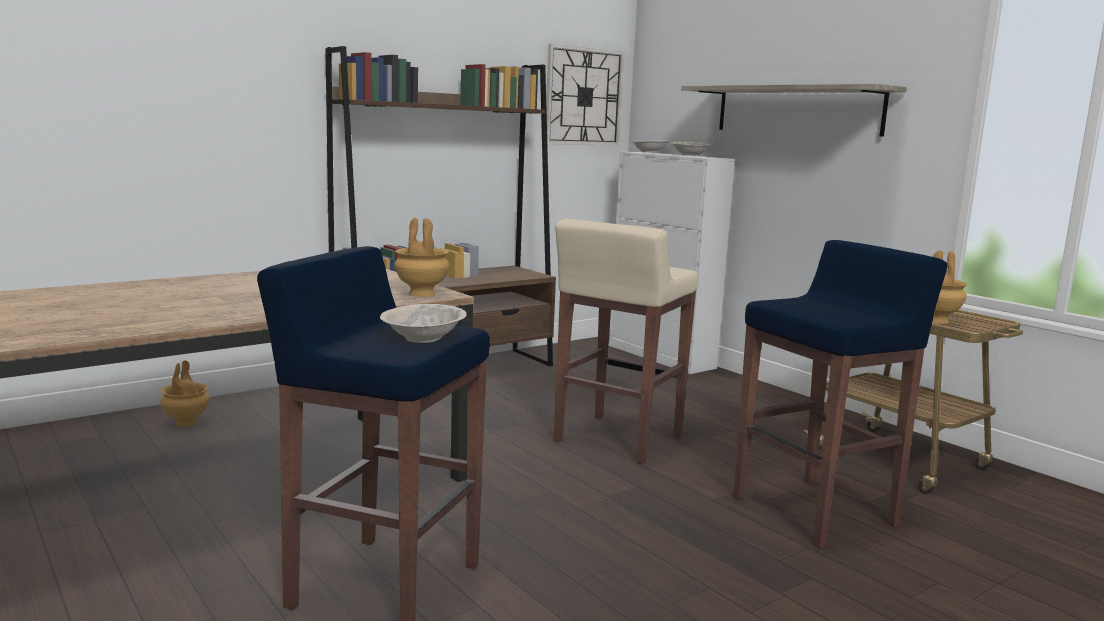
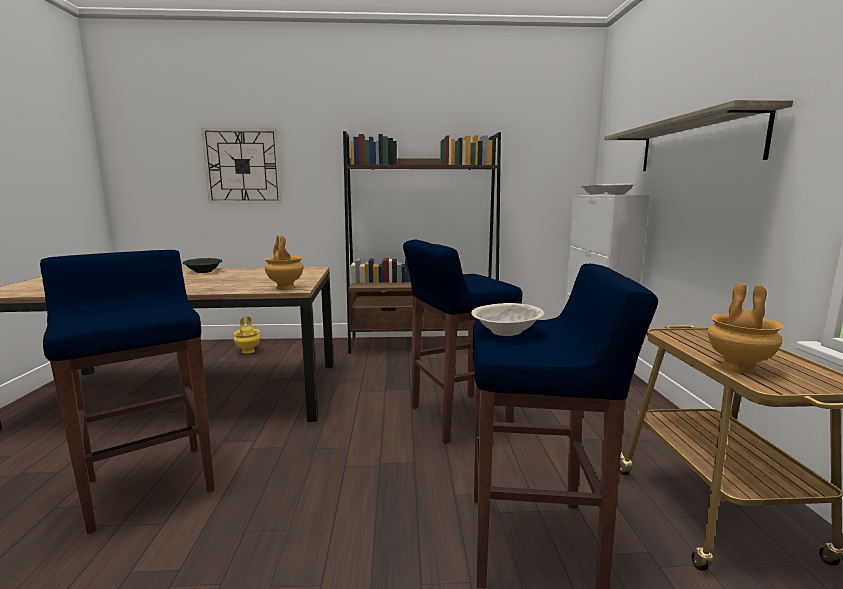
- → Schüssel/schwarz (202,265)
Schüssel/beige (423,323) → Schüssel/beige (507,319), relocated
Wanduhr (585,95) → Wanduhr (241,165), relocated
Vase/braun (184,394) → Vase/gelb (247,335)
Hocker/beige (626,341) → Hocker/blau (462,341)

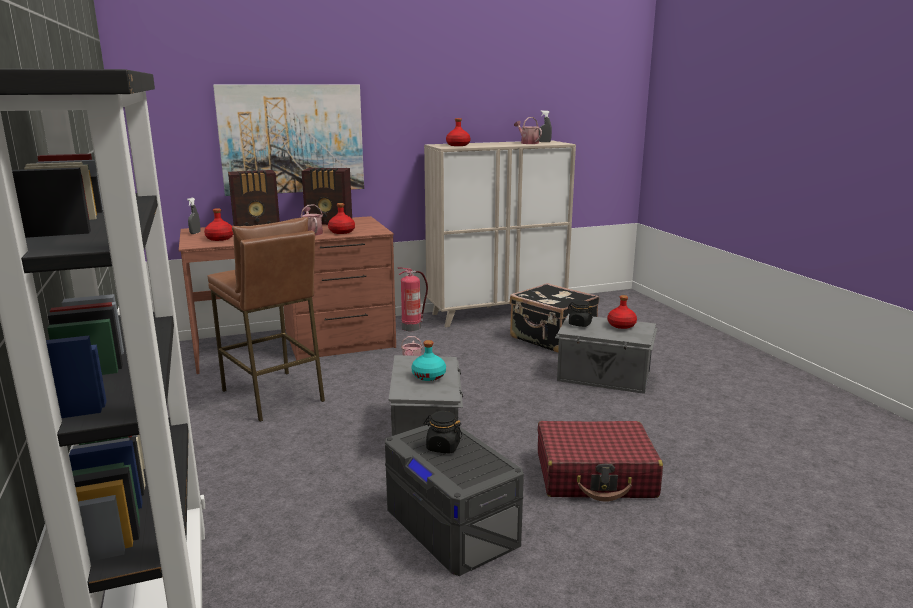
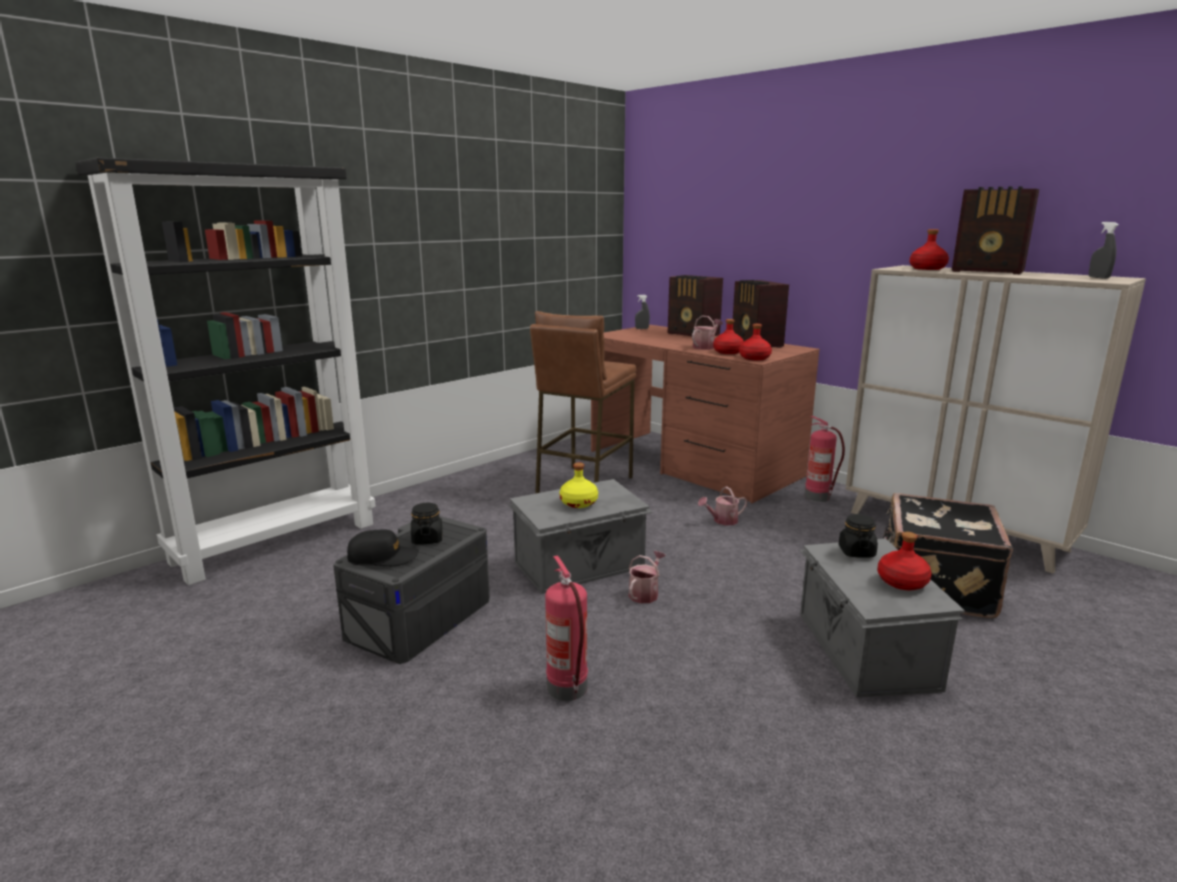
Bild (288,140) → -
- → Kappe/schwarz (383,548)
- → Radio (995,230)
Flasche/rot (218,224) → Flasche/rot (755,342), relocated
Gießkanne (528,130) → Gießkanne (647,577), relocated
Koffer/rot (600,461) → Feuerlöscher (566,628)
Flasche/türkis (428,360) → Flasche/gelb (579,485)

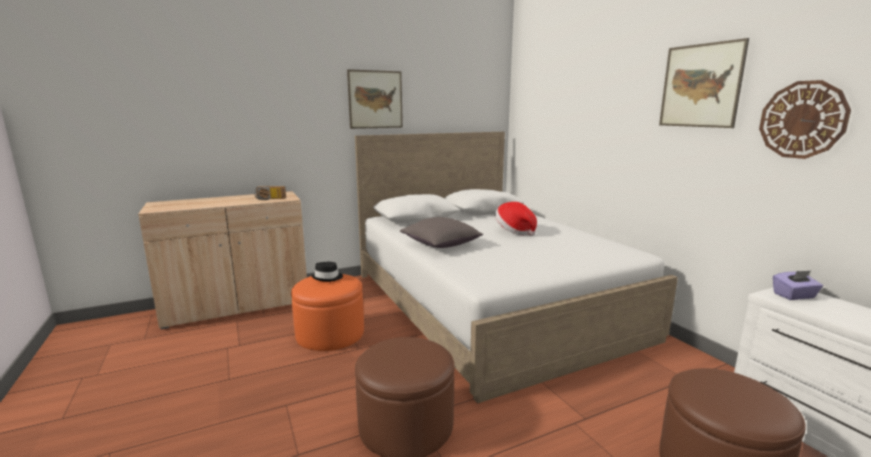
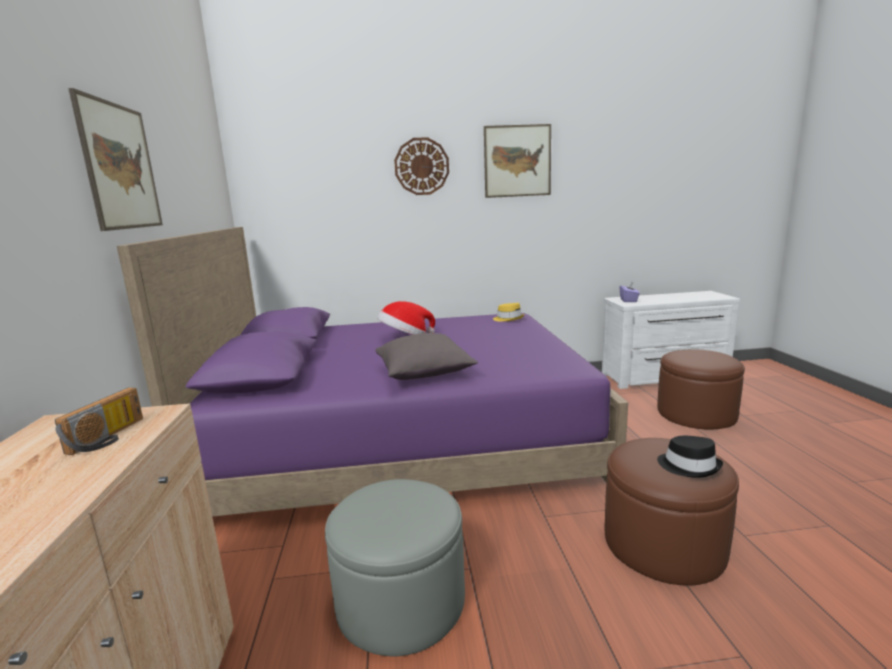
- → Hut/gelb (508,312)
Hut/schwarz (327,272) → Hut/schwarz (690,457), relocated
Wanduhr (805,119) → Wanduhr (421,166), relocated
Polsterhocker/orange (327,312) → Polsterhocker/grau (395,567)
Bett/weiß (516,267) → Bett/lila (372,372)

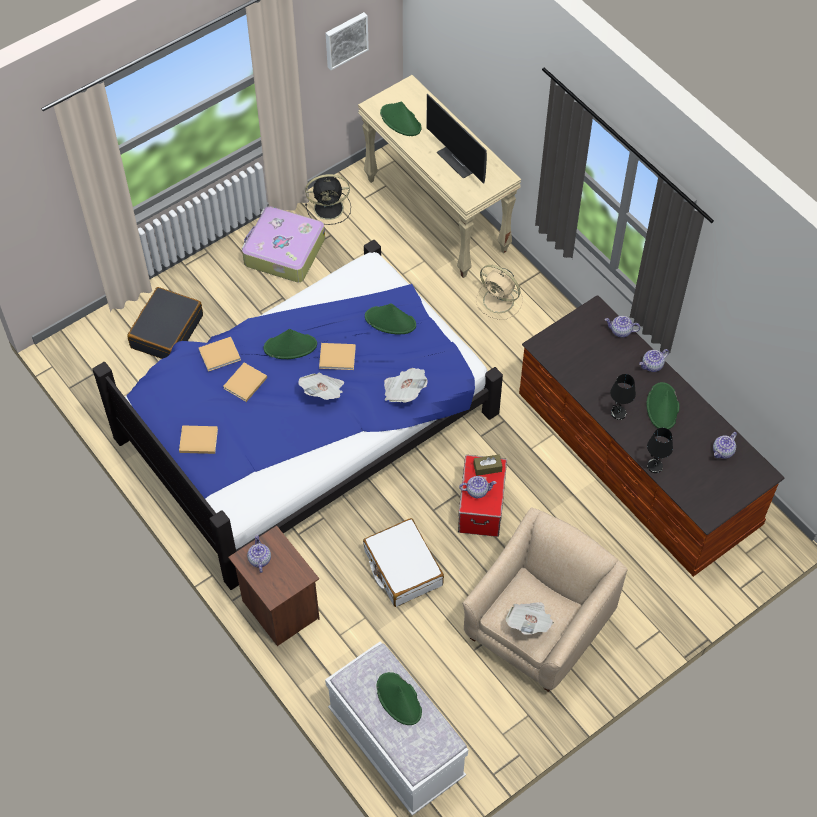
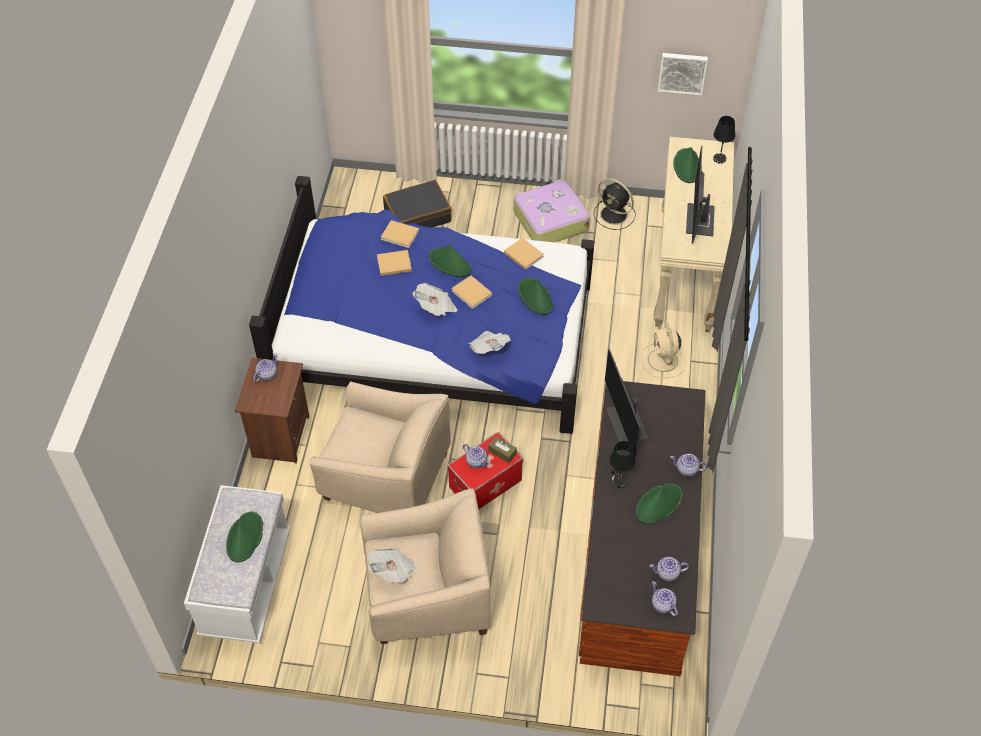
- → Monitor (626,403)
Buch/beige (198,439) → Buch/beige (524,254), relocated
Teekanne (622,327) → Teekanne (665,598), relocated
Tischlampe/schwarz (660,450) → Tischlampe/schwarz (724,140), relocated
Koffer/weiß (403,562) → Sessel/beige (380,447)

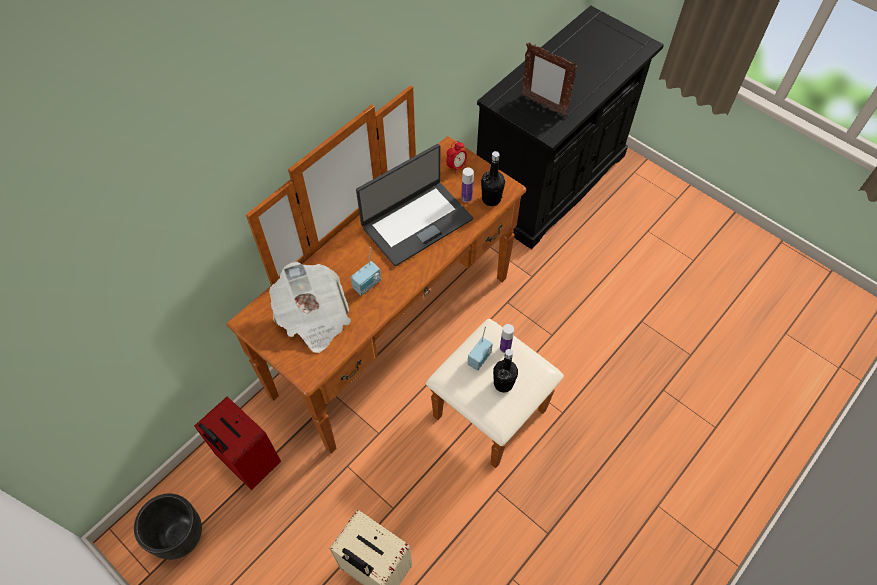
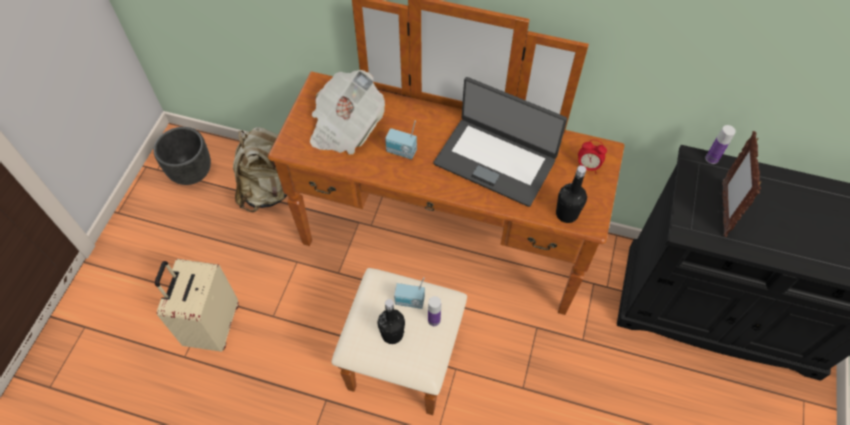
Flasche (467,185) → Flasche (720,144), relocated
Koffer/rot (237,443) → Rucksack/beige (260,169)

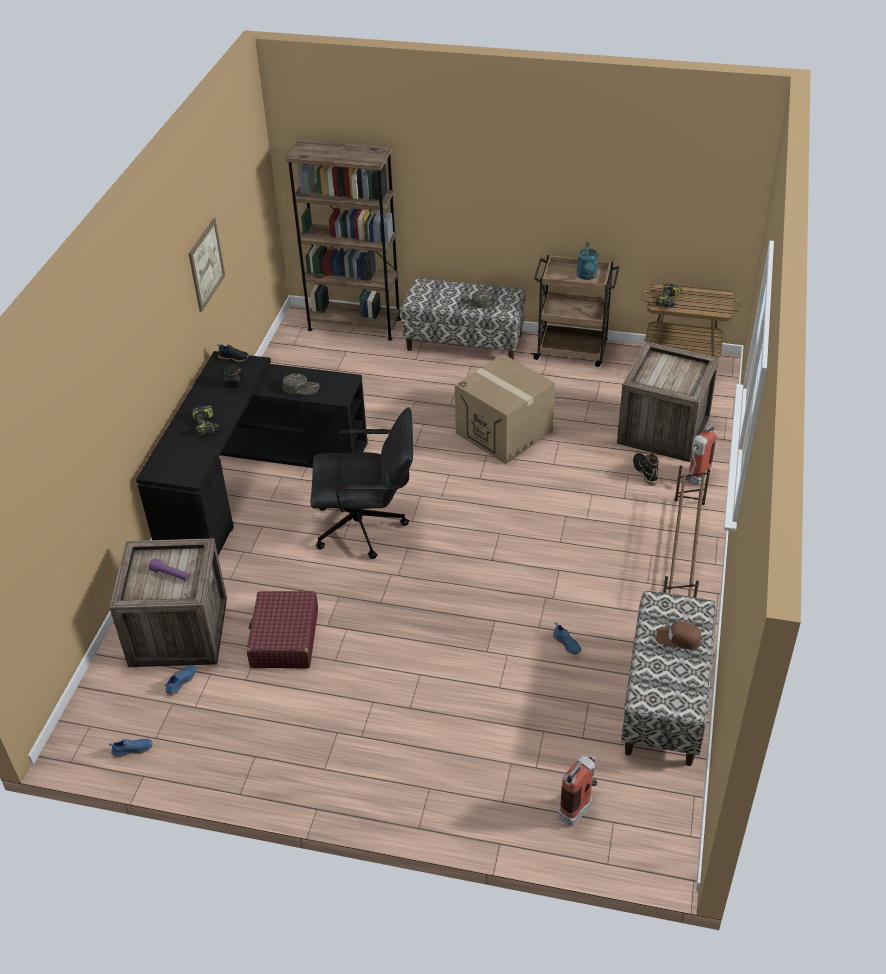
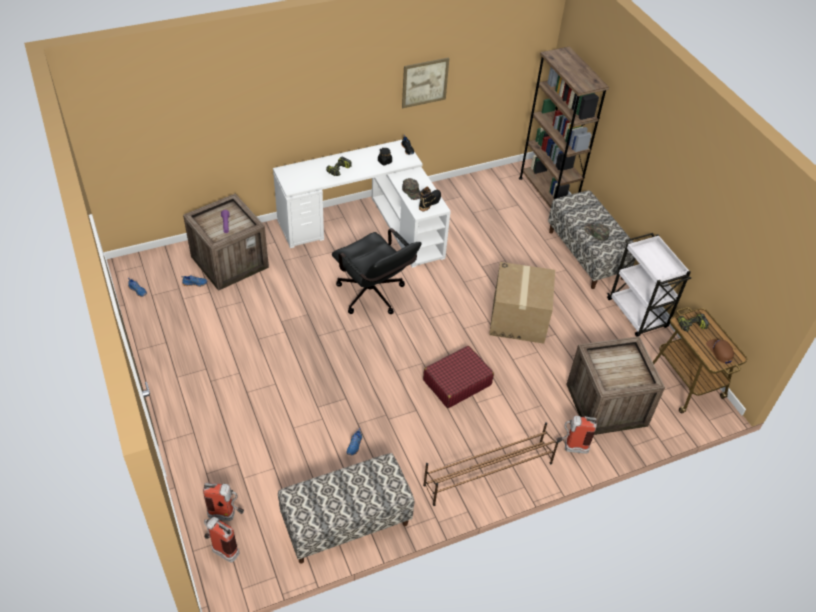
Gießkanne/türkis (587,261) → -
- → Feuerlöscher (222,540)
Koffer/rot (282,629) → Koffer/rot (458,377), relocated
Stiefel/schwarz (646,469) → Stiefel/schwarz (430,198), relocated
Kappe/braun (679,635) → Kappe/braun (720,351), relocated
Schreibtisch/schwarz (252,453) → Schreibtisch/weiß (362,204)
Rollwagen/braun (575,311) → Rollwagen/weiß (649,285)

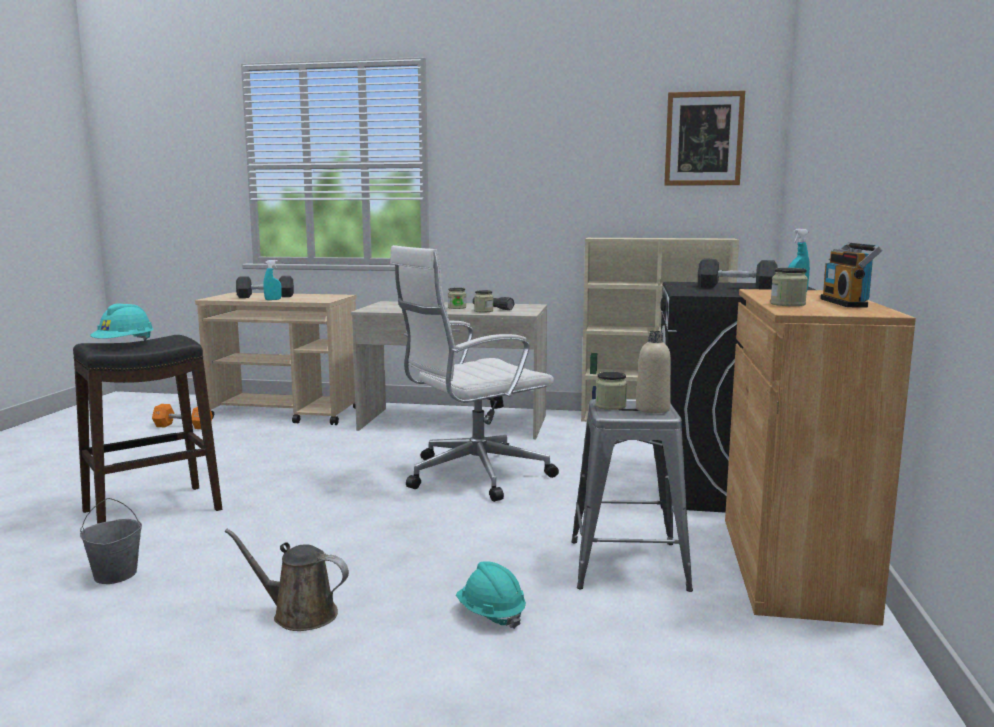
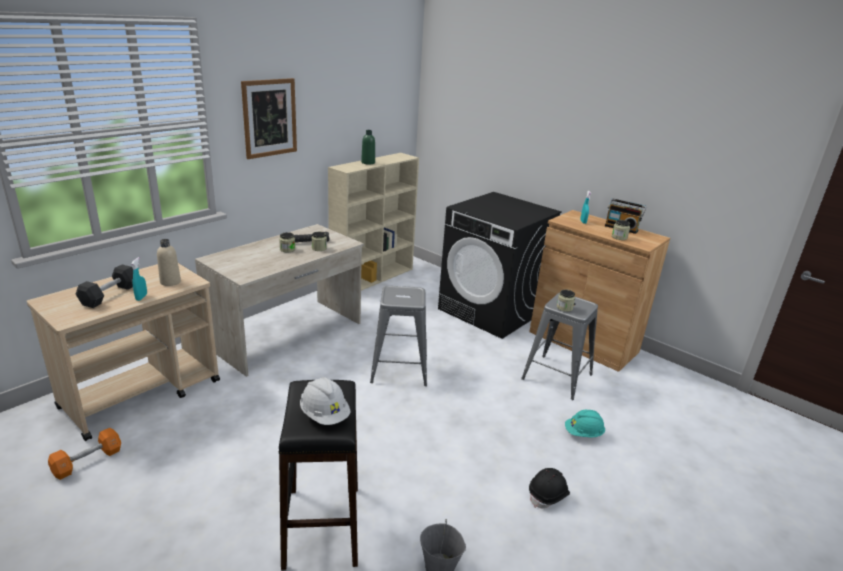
Hantel/schwarz (738,274) → -
- → Flasche/grün (368,147)
Flasche/beige (653,372) → Flasche/beige (169,262), relocated
Bild (704,138) → Bild (269,118), relocated
Gießkanne/braun (287,580) → Schutzhelm/schwarz (549,488)
Bürostuhl/weiß (474,373) → Hocker/grau (398,336)
Schutzhelm/türkis (122,322) → Schutzhelm/weiß (325,401)

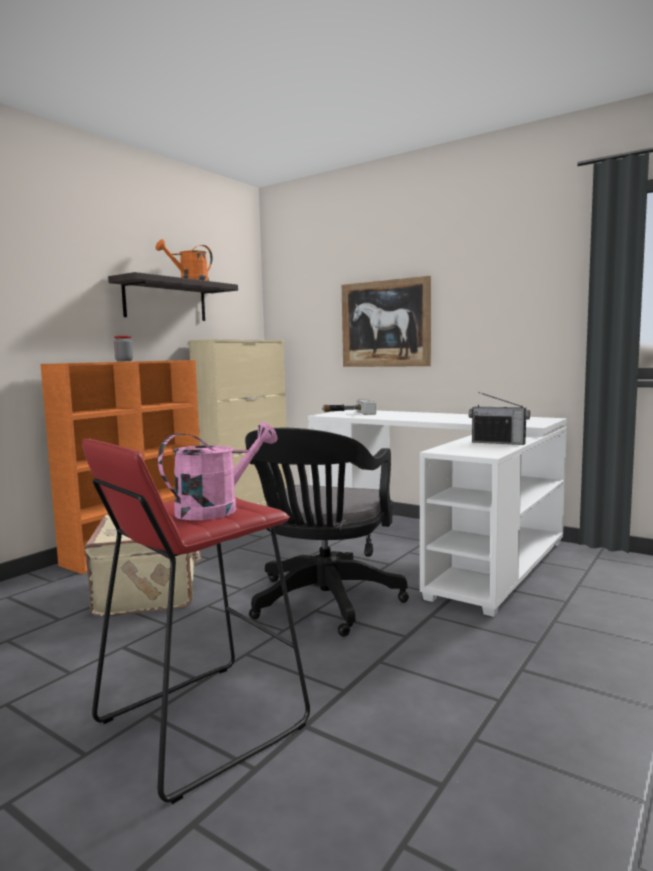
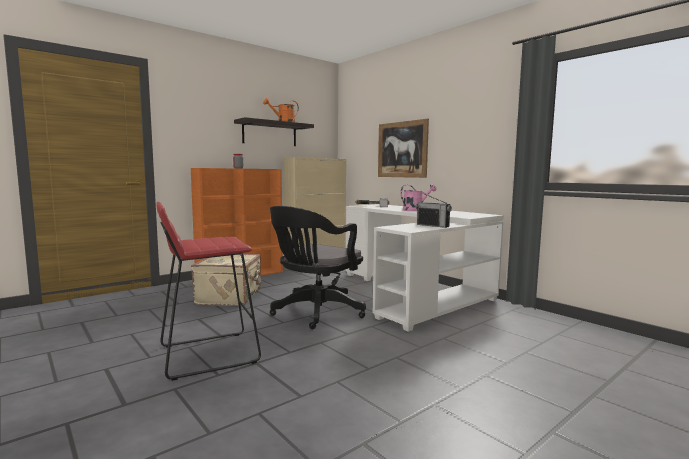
Gießkanne/rosa (218,471) → Gießkanne/rosa (418,197), relocated

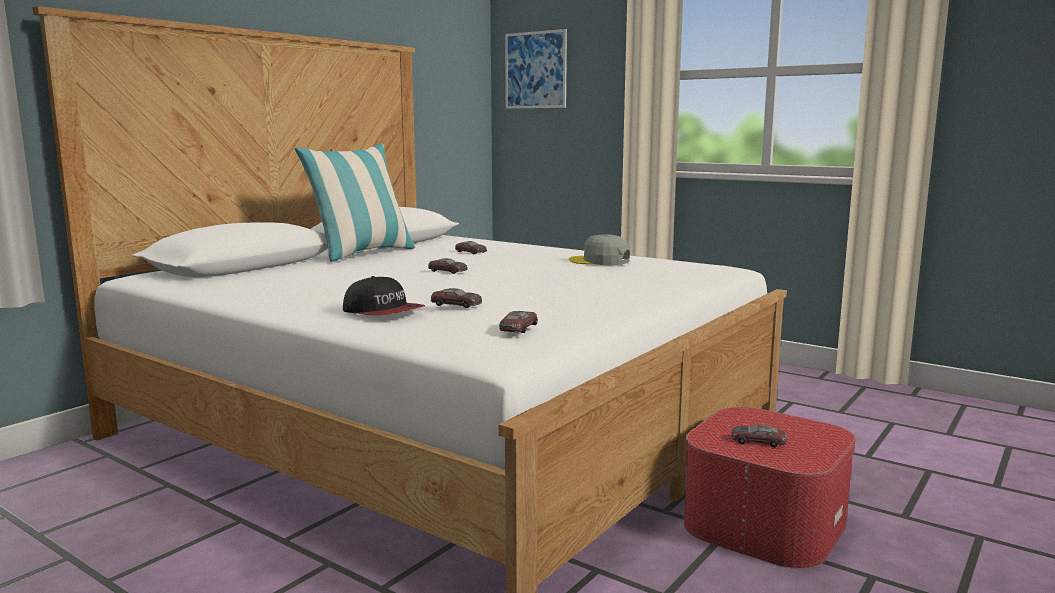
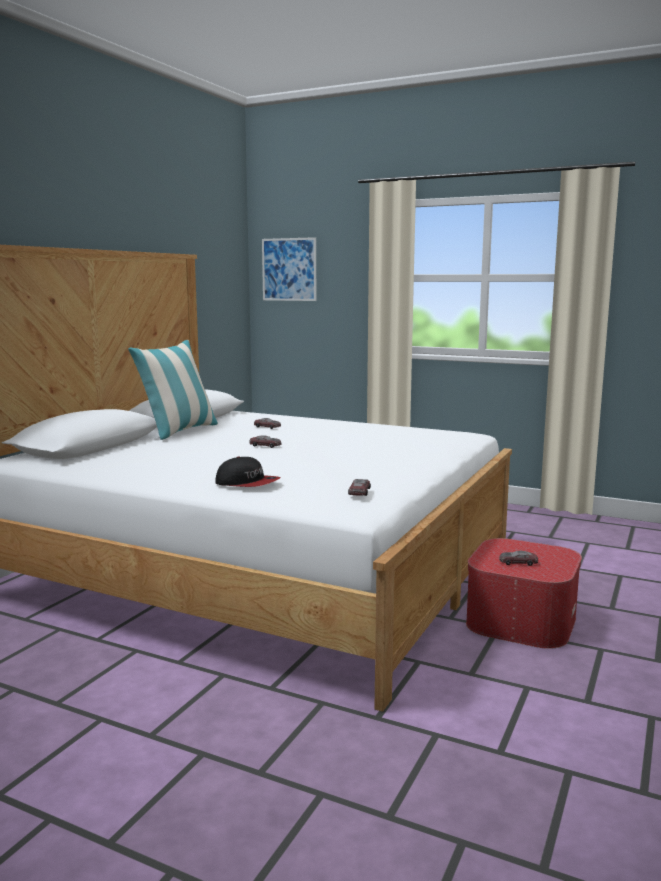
Spielzeugauto (456,298) → -
Kappe/grau (599,249) → -

